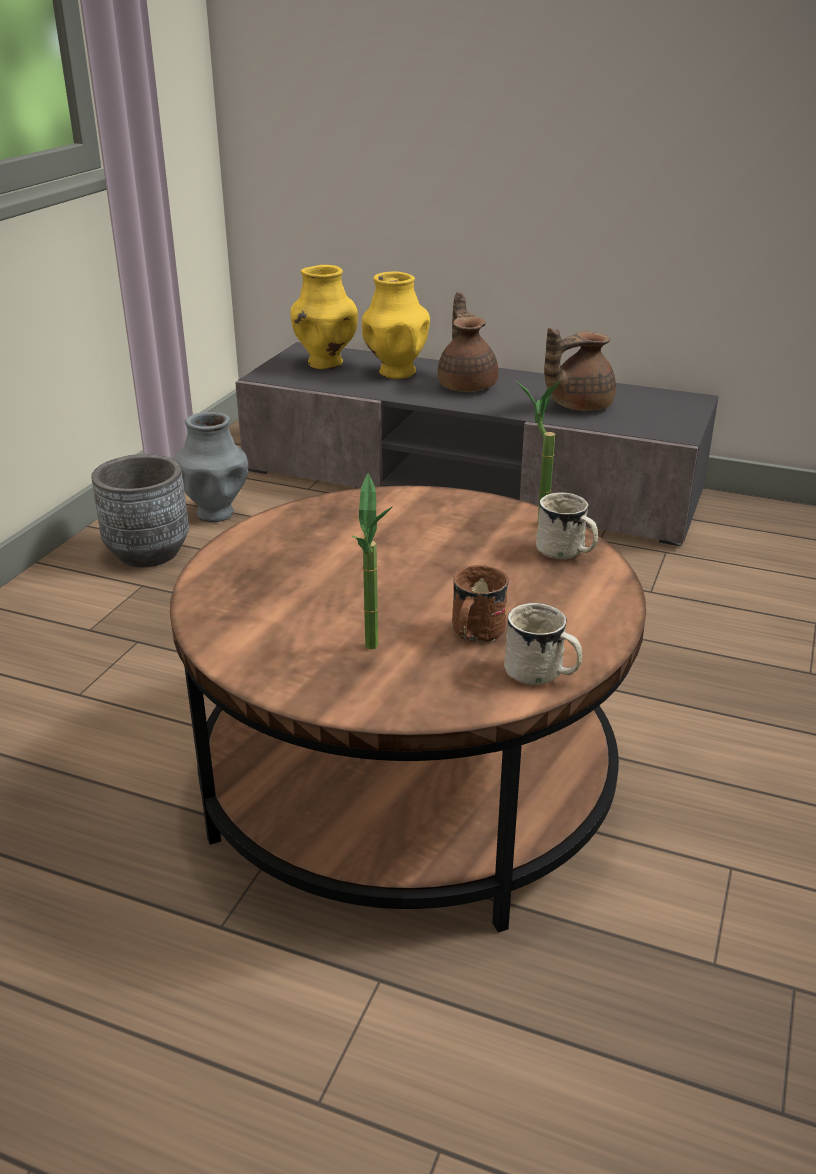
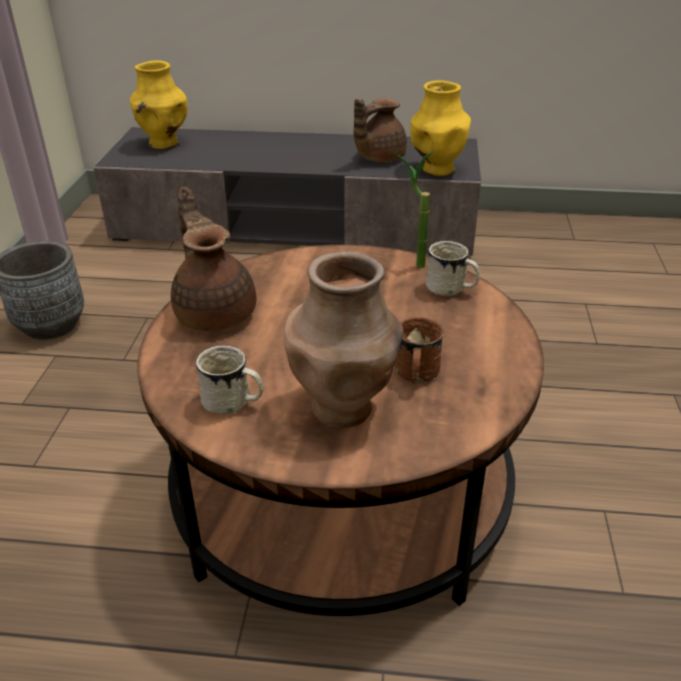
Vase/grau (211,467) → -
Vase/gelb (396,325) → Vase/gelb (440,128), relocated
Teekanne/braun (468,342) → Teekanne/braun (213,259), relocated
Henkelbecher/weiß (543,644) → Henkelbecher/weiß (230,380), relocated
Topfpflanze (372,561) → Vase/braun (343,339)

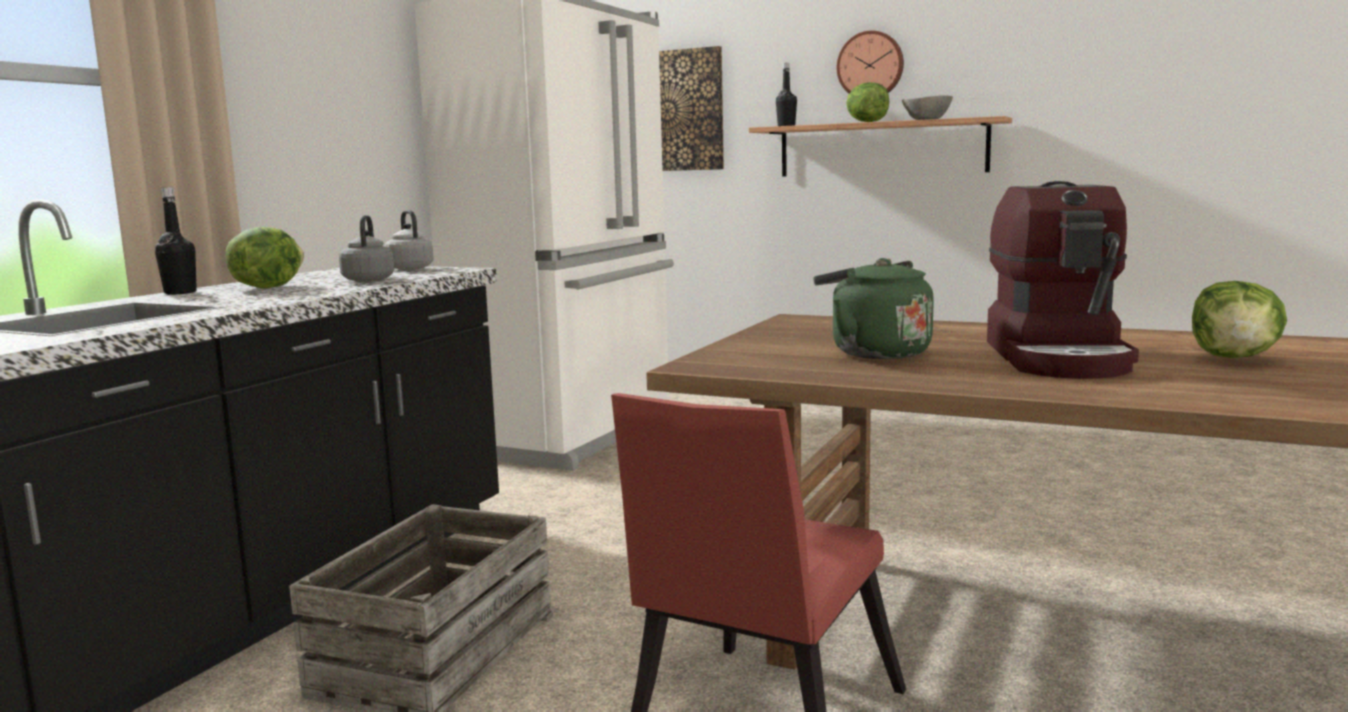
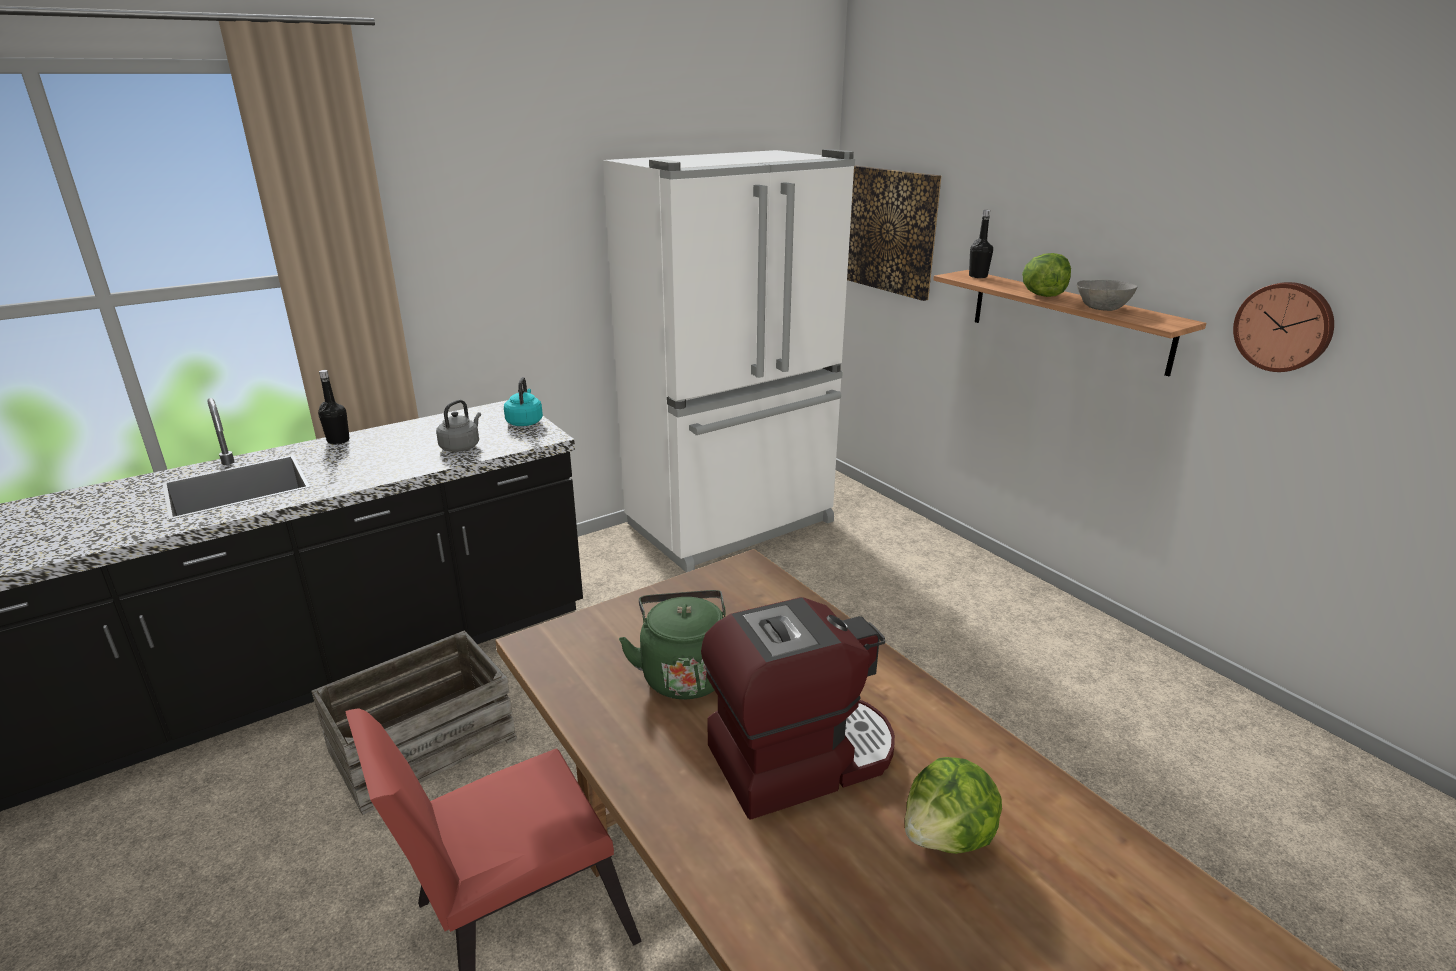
Salatkopf (264,257) → -
Wanduhr (870,62) → Wanduhr (1283,327), relocated
Wasserkessel/grau (409,240) → Wasserkessel/türkis (523,401)
Kaffeemaschine (1063,280) → Kaffeemaschine (798,708), 150 degrees counterclockwise

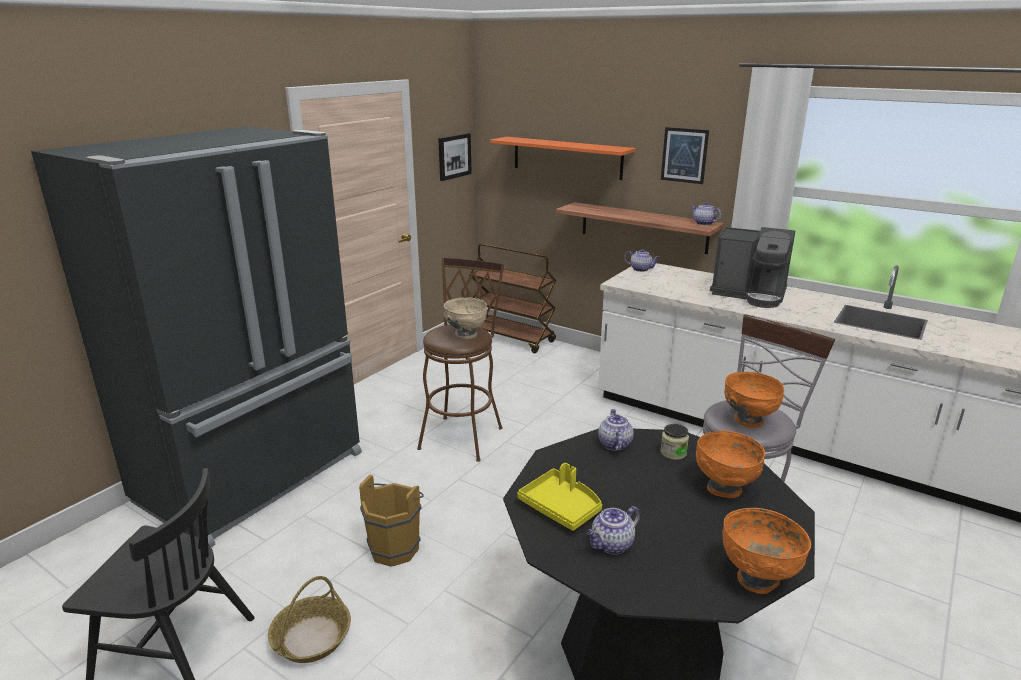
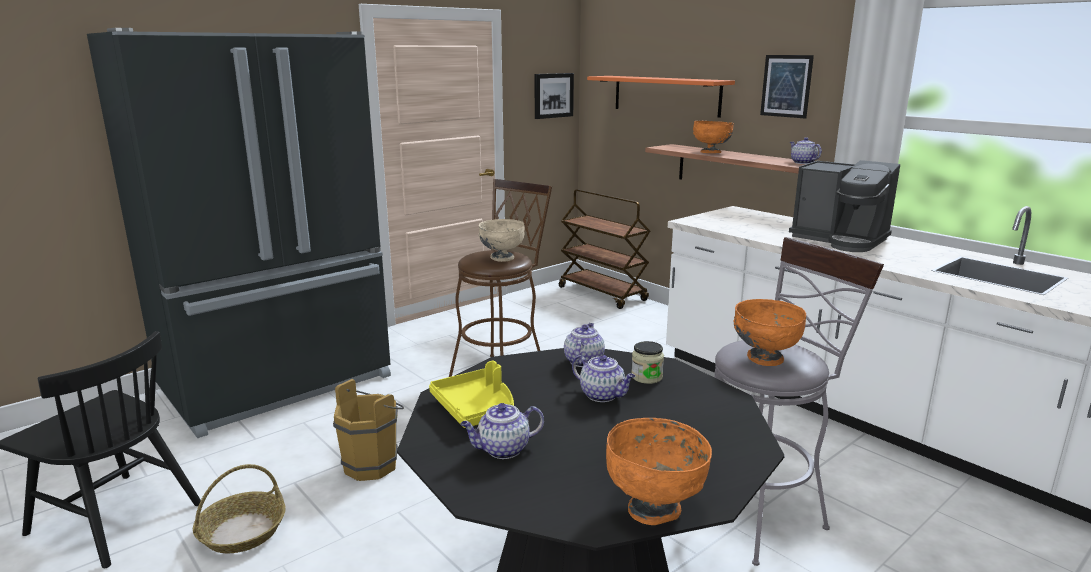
Teekanne (642,260) → Teekanne (603,378), relocated
Schüssel/orange (730,464) → Schüssel/orange (713,137), relocated

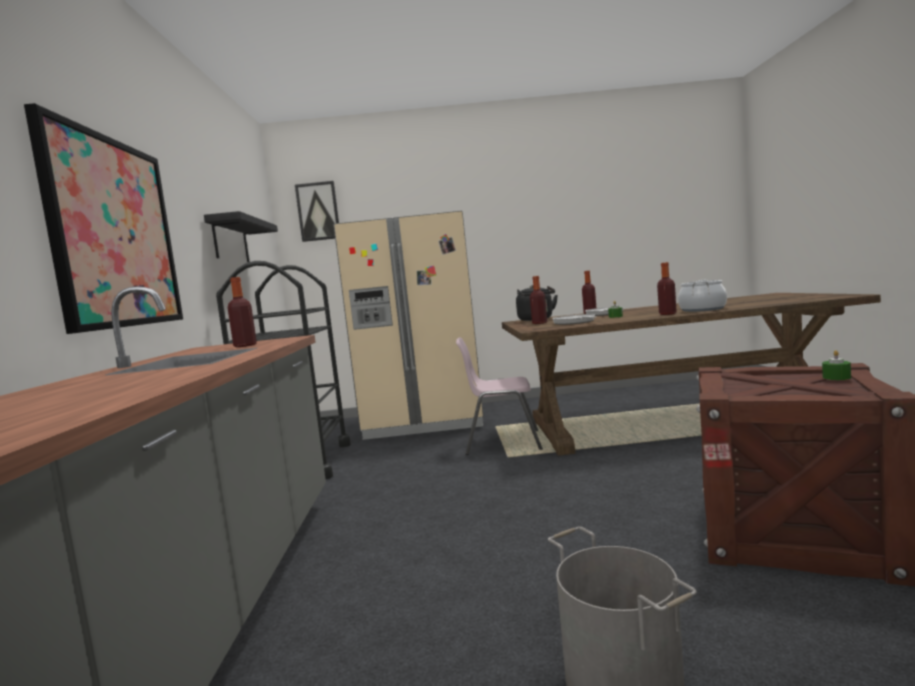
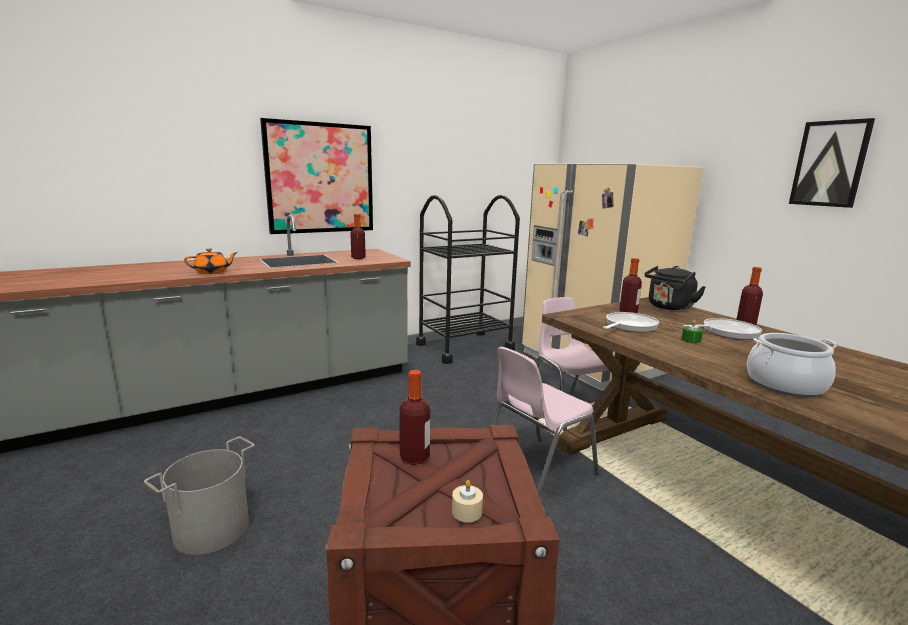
Wandregal/schwarz (241,236) → -
- → Teekanne/orange (211,261)
- → Stuhl/rosa (545,422)
Bild (317,211) → Bild (832,163), relocated
Flasche (667,288) → Flasche (414,417), relocated
Kerze/grün (836,365) → Kerze/beige (467,501)

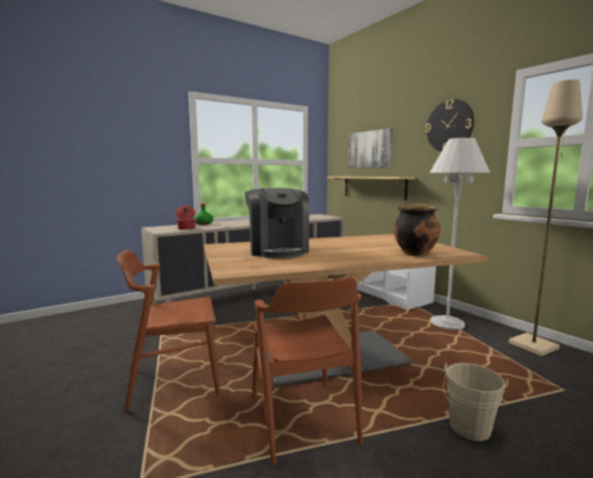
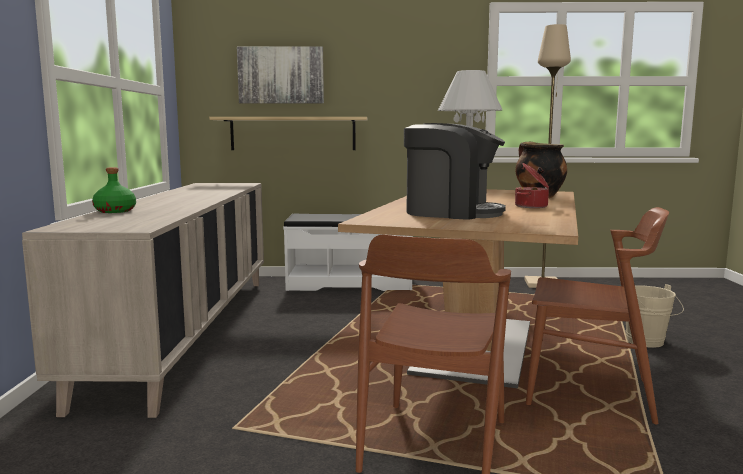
Wanduhr (450,125) → -
Kochtopf (186,217) → Kochtopf (532,185), relocated

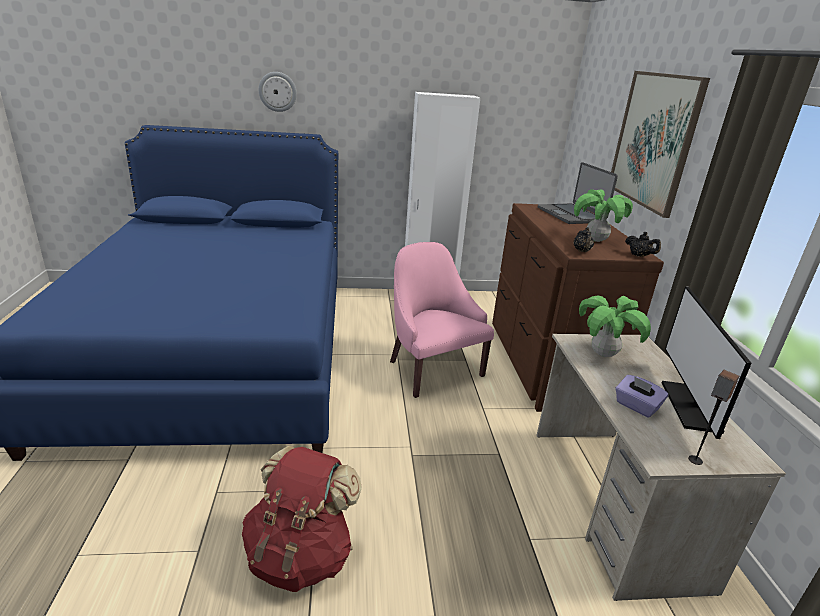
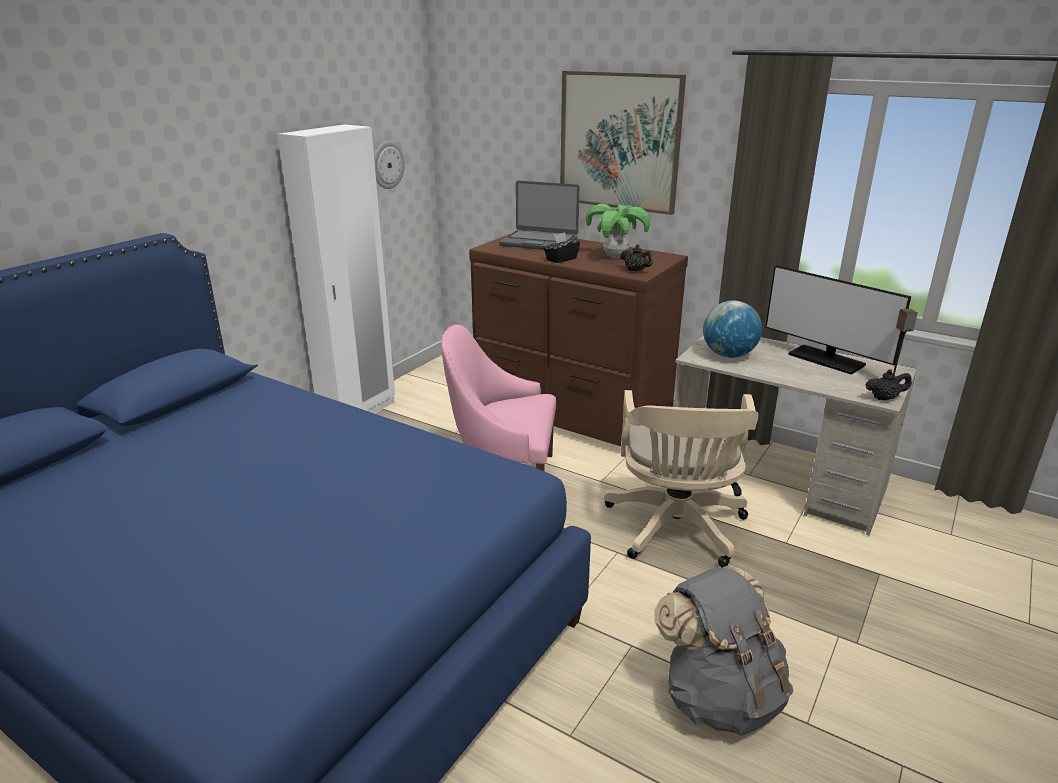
Taschentuchbox/lila (642,396) → -
- → Taschentuchbox/schwarz (561,247)
- → Bürostuhl/beige (681,479)
Wanduhr (278,92) → Wanduhr (389,165), relocated
Teekanne/schwarz (643,244) → Teekanne/schwarz (888,384), relocated
Topfpflanze (615,326) → Globus (732,329)
Rucksack/rot (302,519) → Rucksack/grau (723,650)

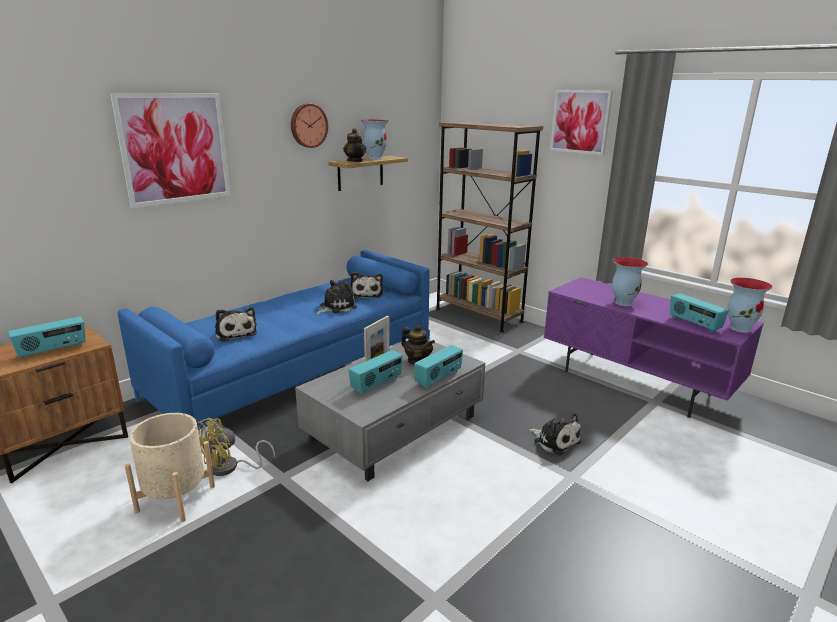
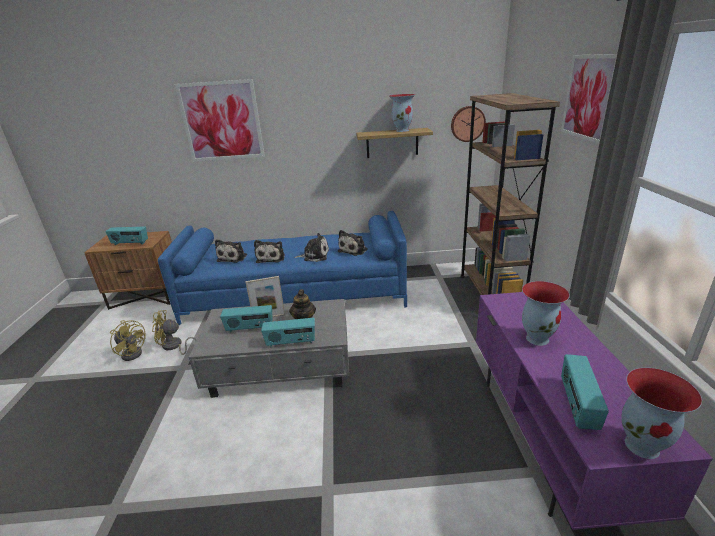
Teekanne (354,145) → -
Wanduhr (309,126) → Wanduhr (468,124), relocated
Plüschtier (555,434) → Plüschtier (269,251), relocated
Pflanzkübel/beige (170,467) → Ventilator/gelb (128,340)

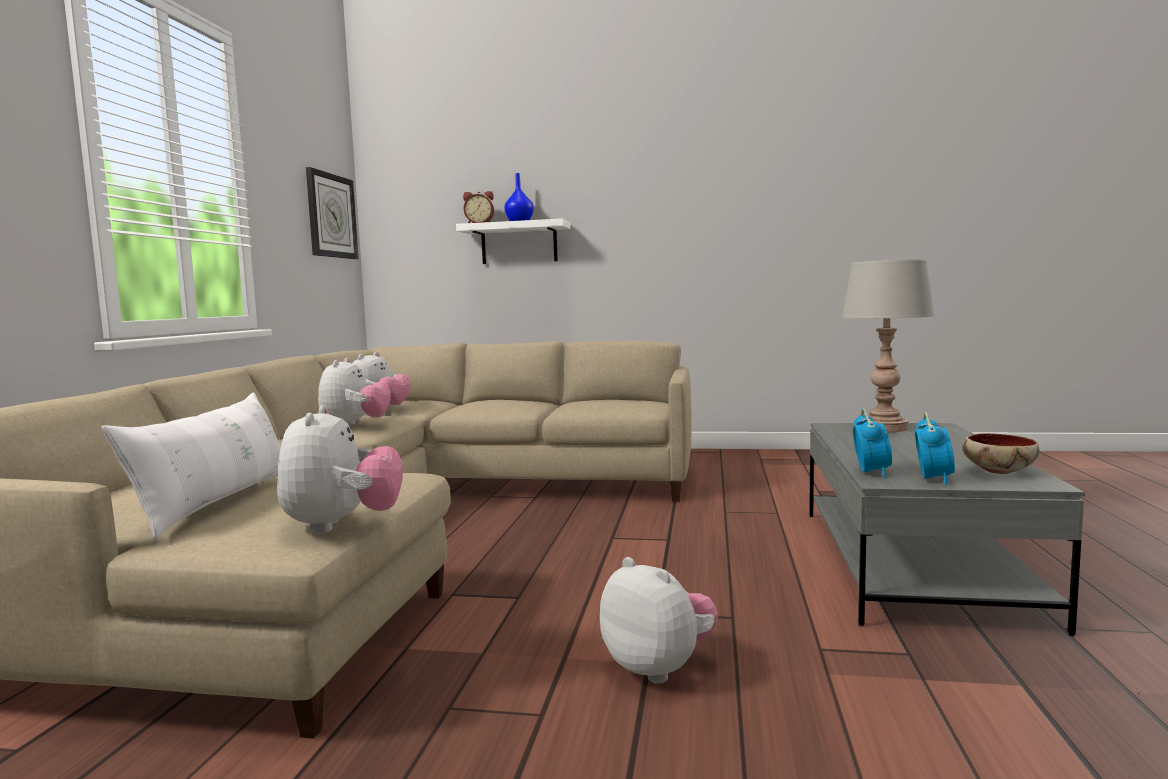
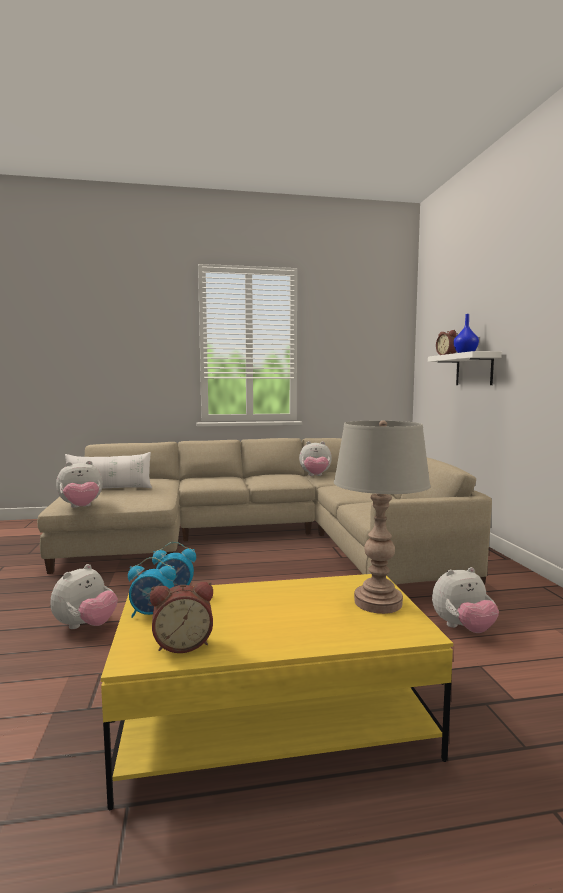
Wanduhr (332,213) → -
Plüschtier (354,391) → Plüschtier (465,600), relocated
Schüssel (1001,453) → Wecker (181,617)
Couchtisch/grau (947,529) → Couchtisch/gelb (277,692)

